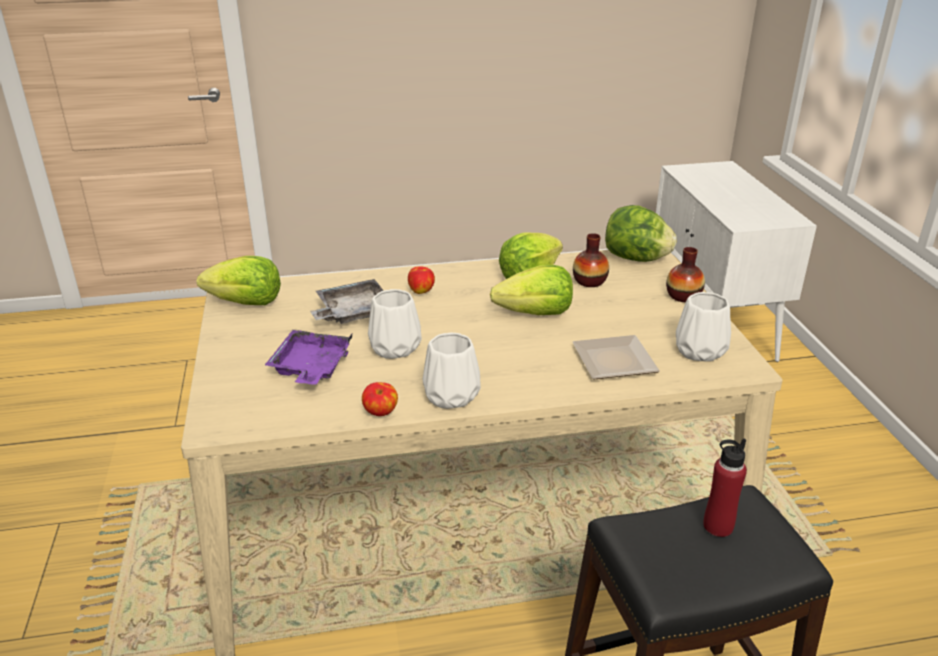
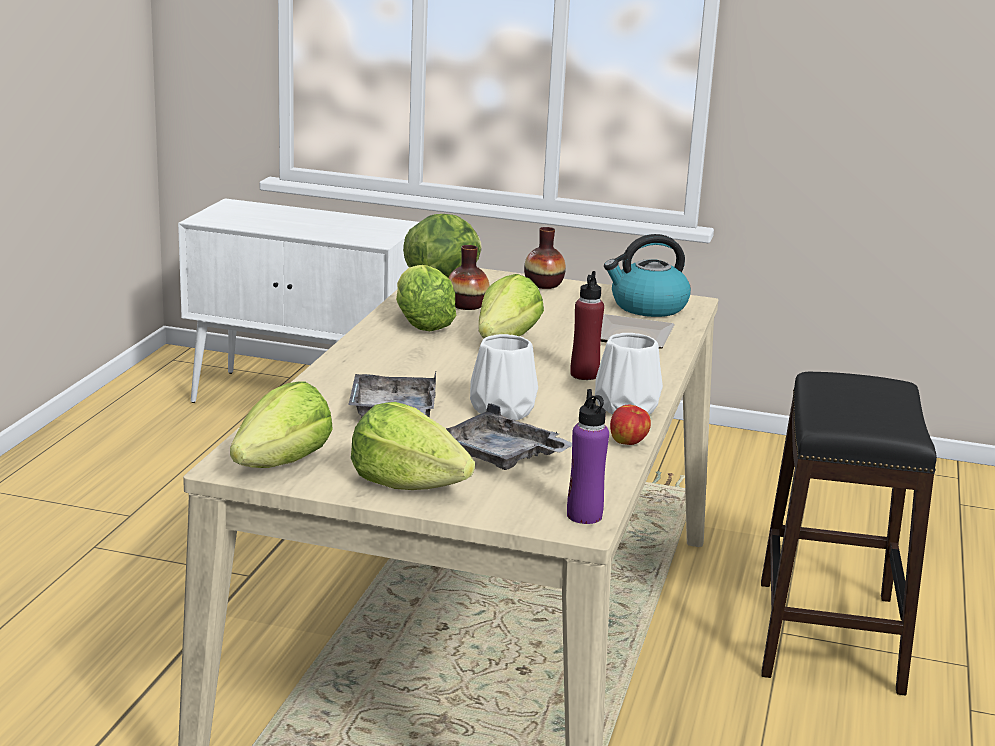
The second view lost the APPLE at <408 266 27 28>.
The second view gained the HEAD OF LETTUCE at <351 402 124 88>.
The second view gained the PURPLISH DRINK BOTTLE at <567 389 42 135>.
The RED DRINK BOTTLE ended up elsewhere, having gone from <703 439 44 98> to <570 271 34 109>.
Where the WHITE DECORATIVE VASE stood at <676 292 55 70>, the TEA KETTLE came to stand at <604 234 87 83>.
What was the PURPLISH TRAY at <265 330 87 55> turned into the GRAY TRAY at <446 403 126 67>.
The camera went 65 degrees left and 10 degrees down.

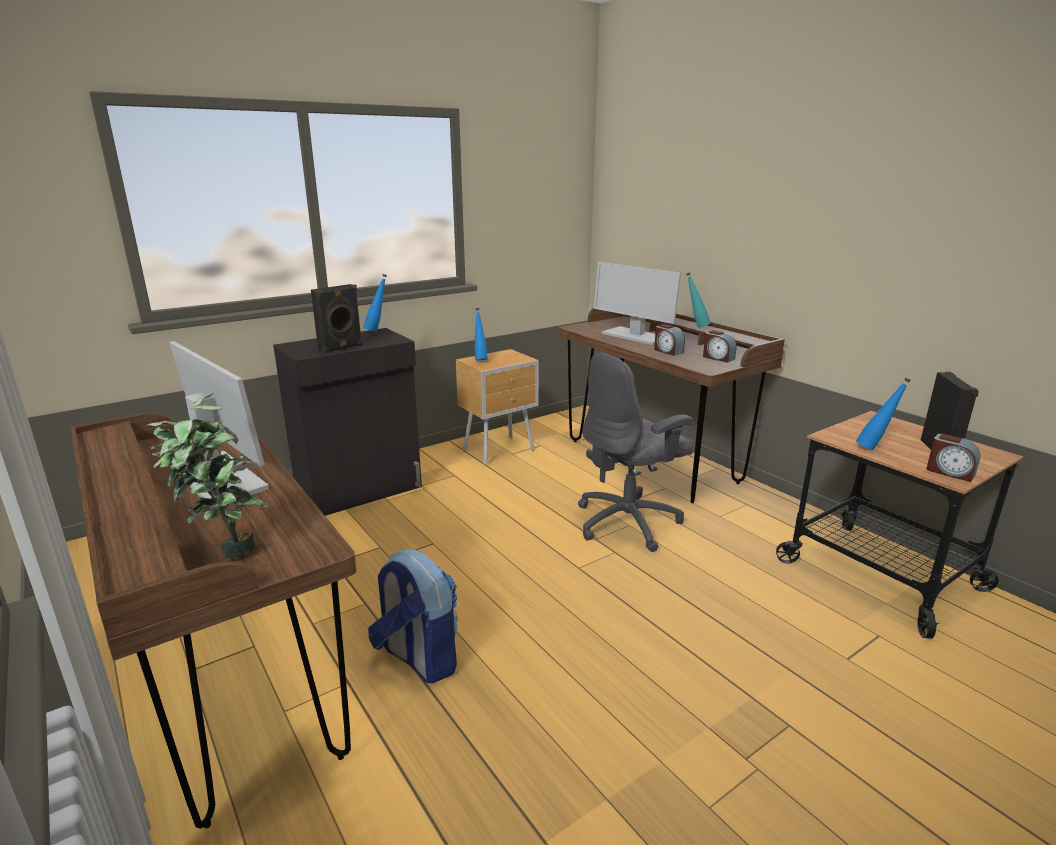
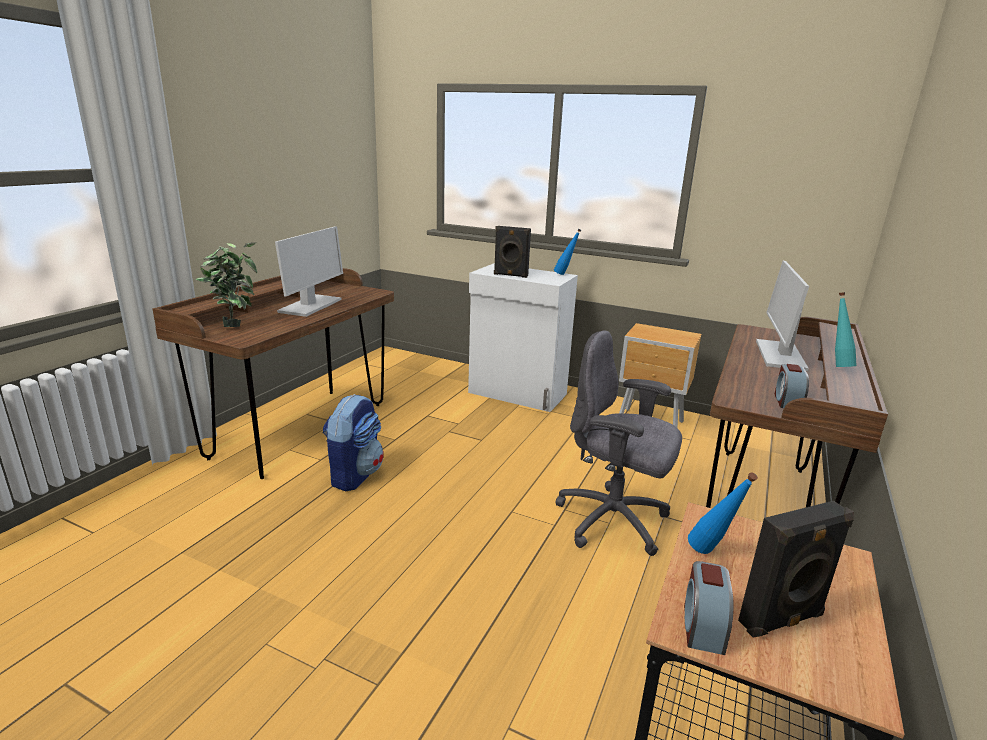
The second view lost the BLUISH DRINK BOTTLE at <475 308 13 52>.
The second view lost the BEDSIDE CLOCK at <654 324 31 32>.
What was the BLACK-COLOURED CUPBOARD at <273 328 149 188> turned into the WHITE CUPBOARD at <468 264 110 148>.
The camera went 60 degrees right and 0 degrees up.

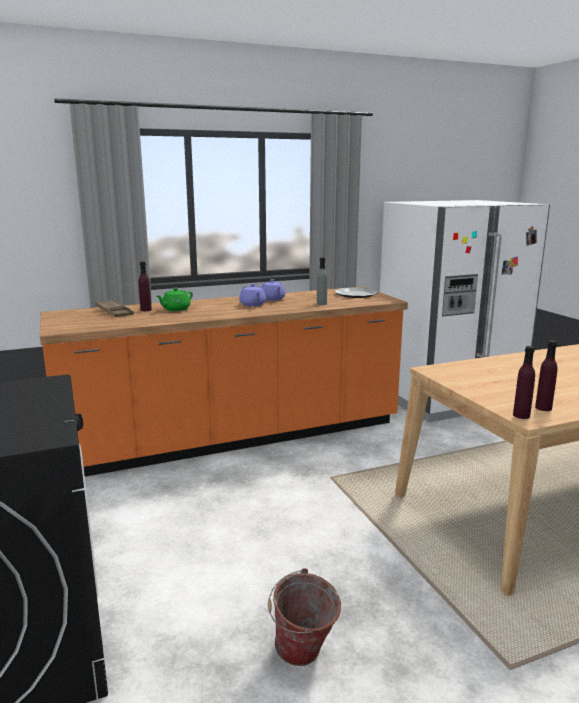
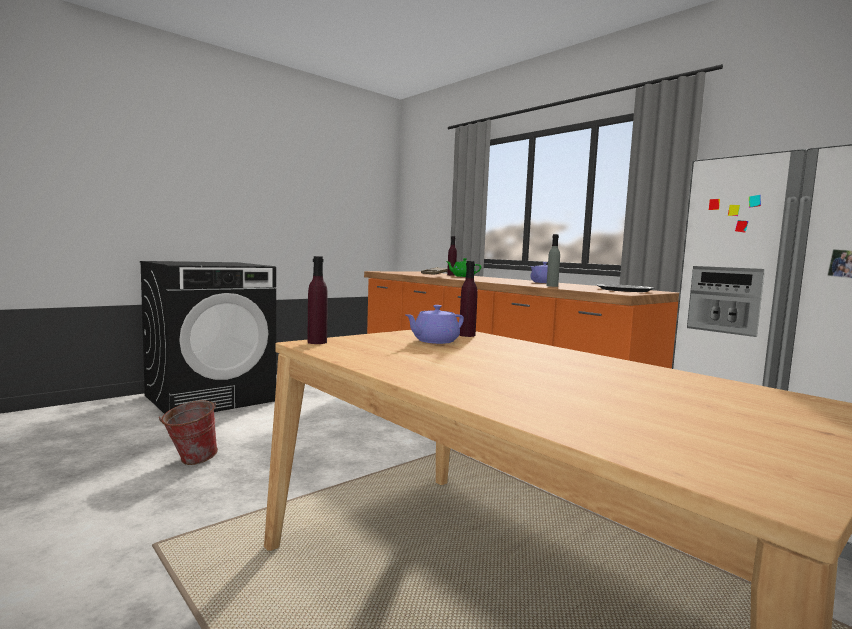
The PURPLISH TEA POT ended up elsewhere, having gone from <239 283 27 23> to <405 305 59 39>.
The PURPLISH DRINK BOTTLE ended up elsewhere, having gone from <535 340 22 71> to <459 261 18 76>.
The camera went 70 degrees right and 10 degrees down.

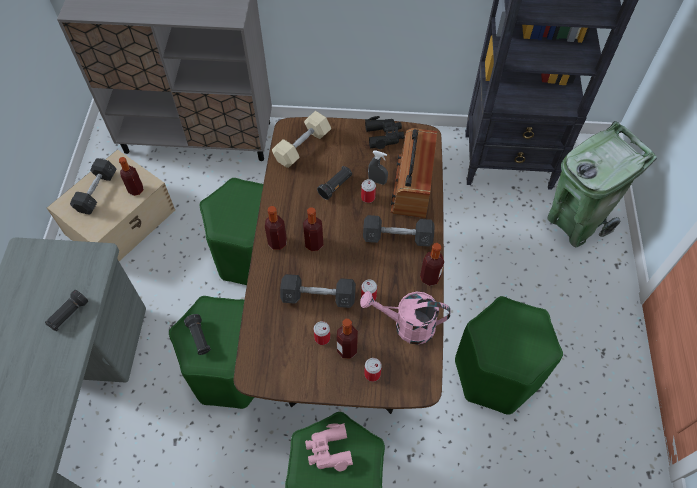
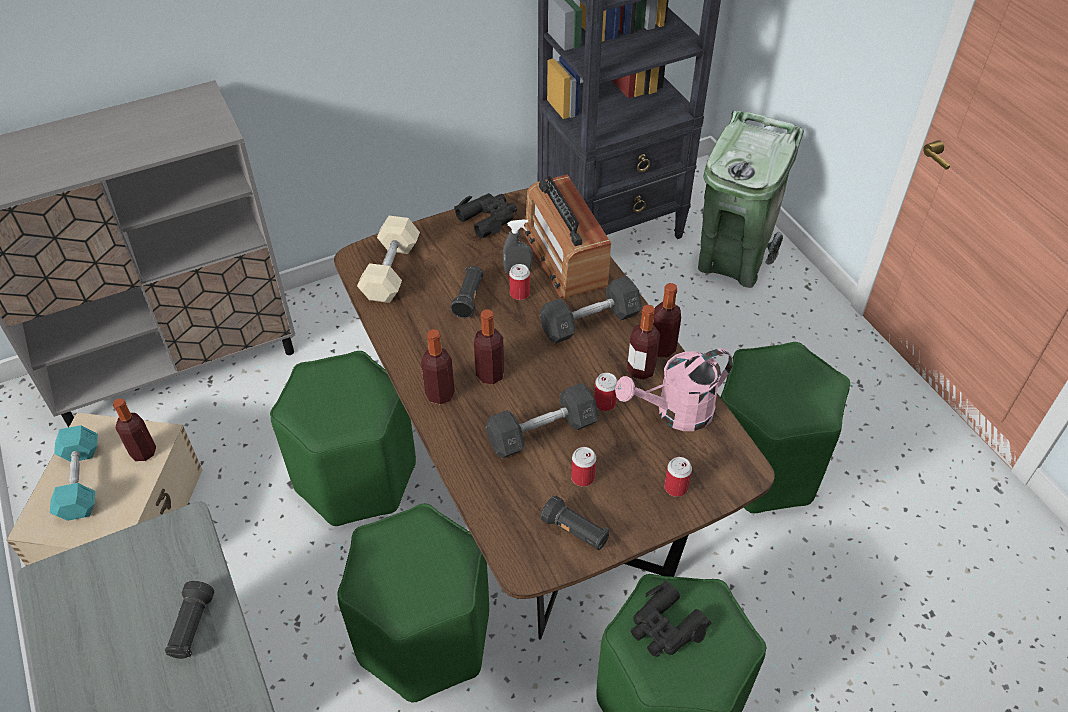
The BLACK-COLOURED TORCH ended up elsewhere, having gone from <184 314 27 41> to <541 496 68 54>.
The DRINK BOTTLE ended up elsewhere, having gone from <337 319 21 40> to <627 305 33 75>.
What was the GRAY HAND WEIGHT at <70 158 47 57> turned into the BLUE-GREEN HAND WEIGHT at <50 425 48 96>.
What was the PINK PAIR OF BINOCULARS at <305 423 48 49> turned into the BLACK-COLOURED PAIR OF BINOCULARS at <631 581 80 76>.
The camera went 30 degrees left and 10 degrees down.

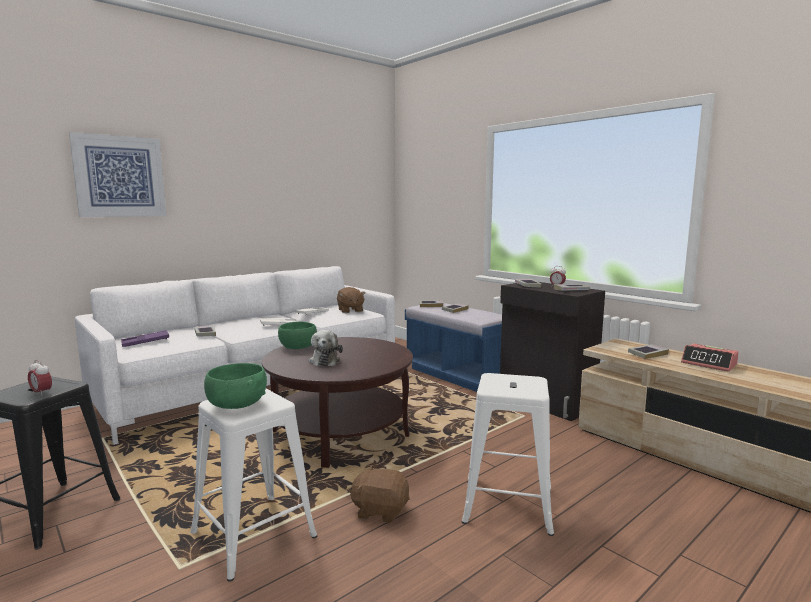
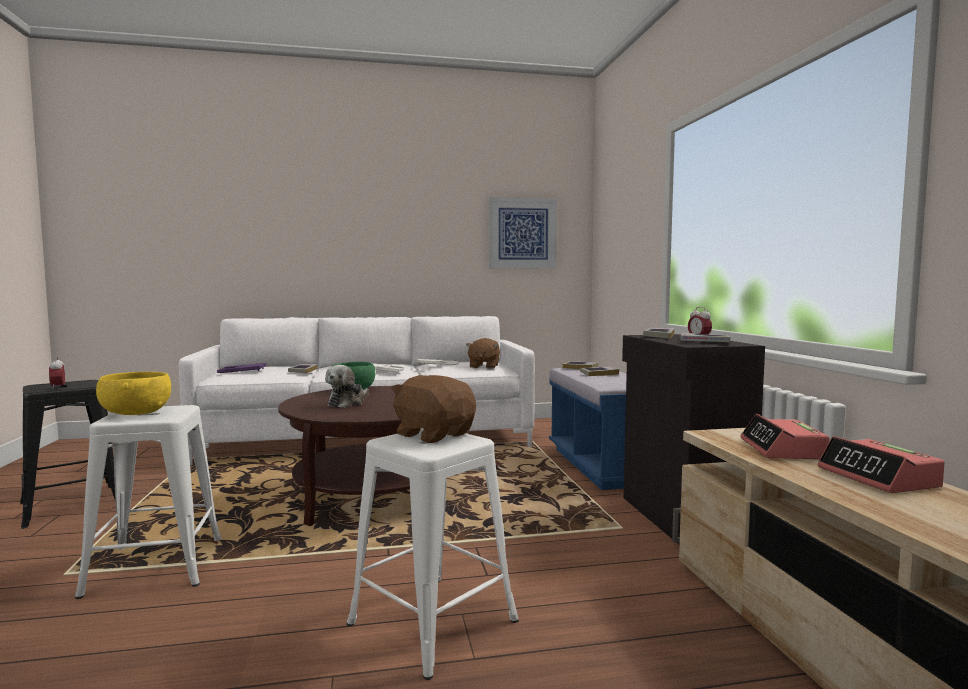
The WALL PICTURE ended up elsewhere, having gone from <69 132 97 85> to <489 197 69 72>.
The BROWN-COLOURED CUDDLY TOY ended up elsewhere, having gone from <348 466 62 57> to <391 375 85 68>.
Where the VOLUME stood at <628 344 41 15>, the BEDSIDE CLOCK came to stand at <740 414 90 45>.
What was the GREENISH SERVING BOWL at <204 363 63 46> turned into the YELLOW-COLOURED SERVING BOWL at <96 372 75 43>.
The camera went 30 degrees right and 5 degrees down.

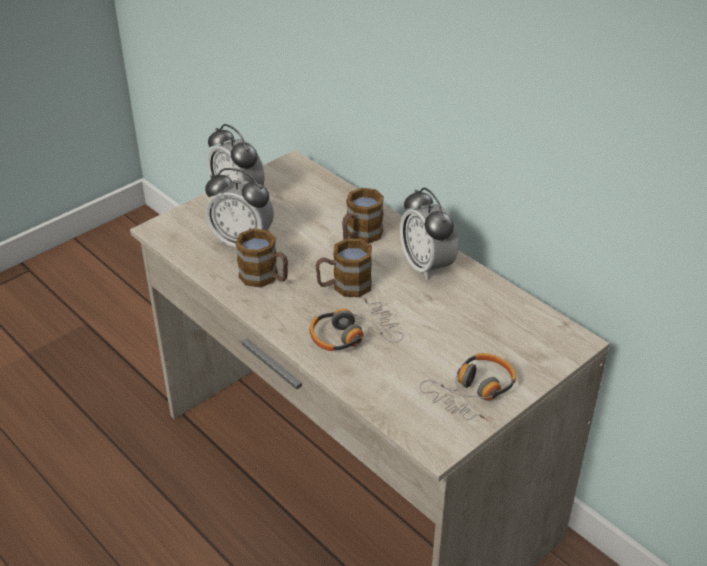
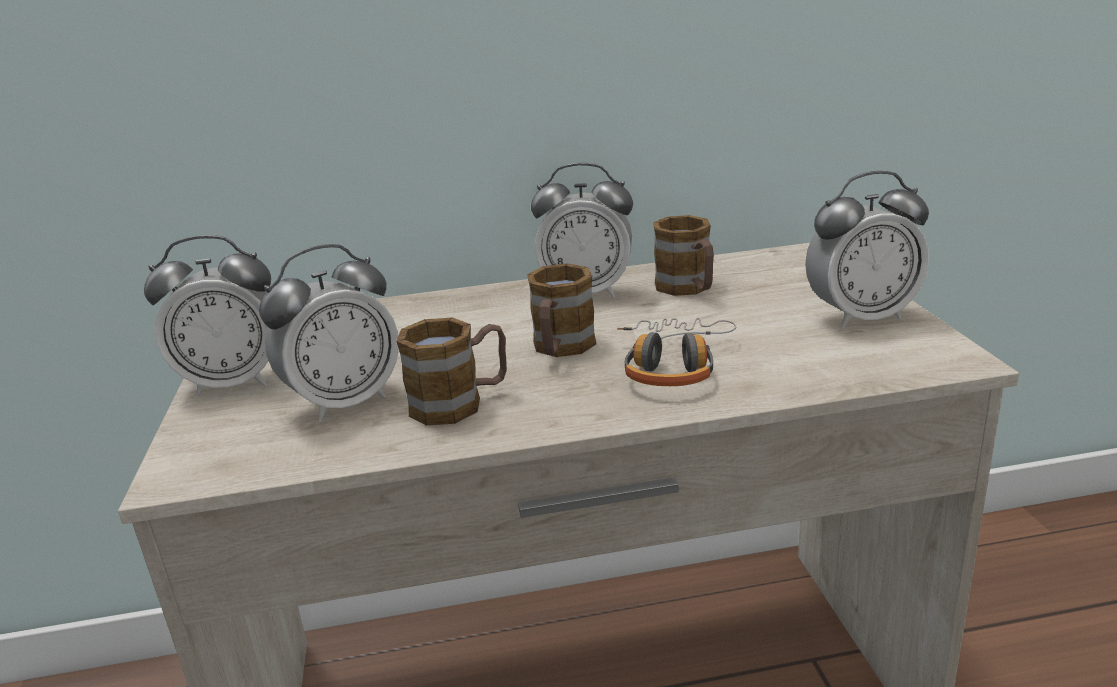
The MUG ended up elsewhere, having gone from <342 188 42 55> to <653 215 61 81>.
Where the PAIR OF HEADPHONES stood at <419 353 97 68>, the BEDSIDE CLOCK came to stand at <805 171 124 158>.
The camera went 55 degrees left and 15 degrees down.

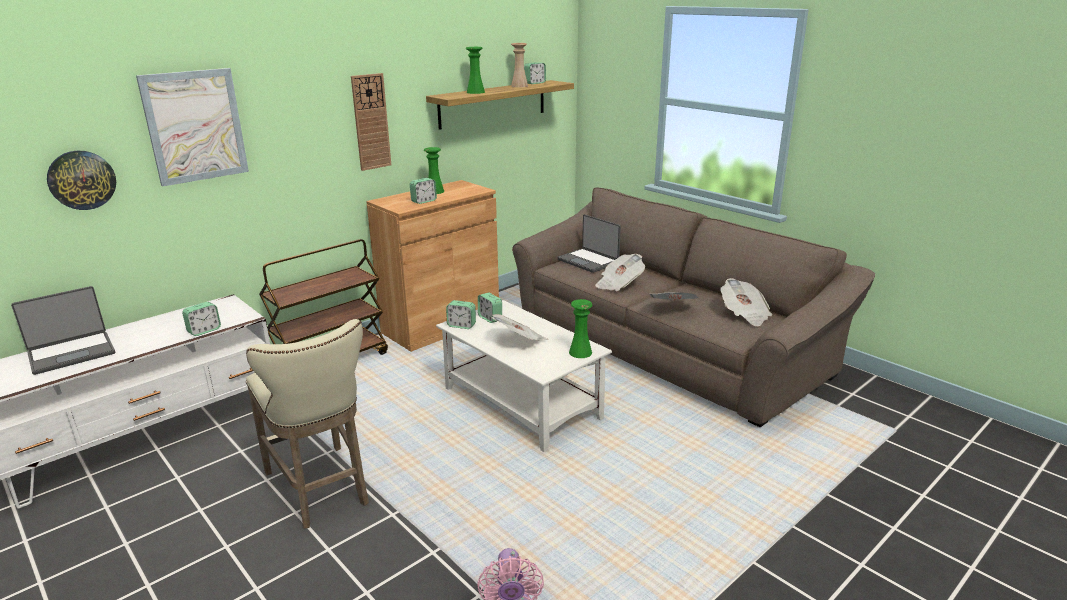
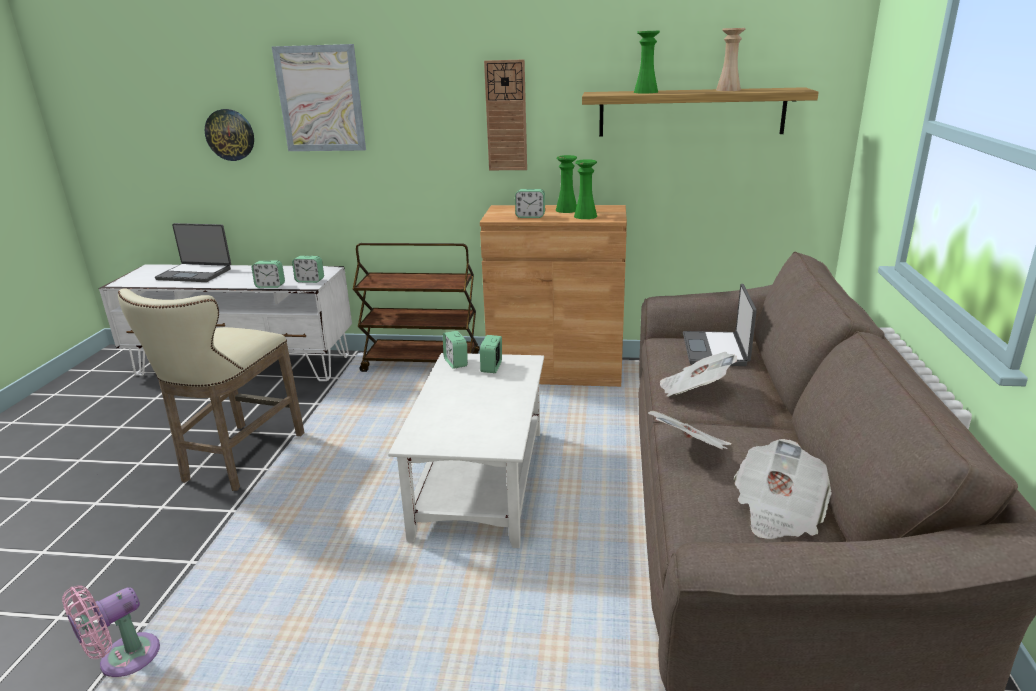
The second view lost the NEWSPAPER at <491 314 58 27>.
The BEDSIDE CLOCK ended up elsewhere, having gone from <524 62 22 22> to <292 256 32 27>.
The GREENISH DECORATIVE VASE ended up elsewhere, having gone from <569 299 23 59> to <574 159 23 60>.
The camera went 50 degrees right and 0 degrees up.

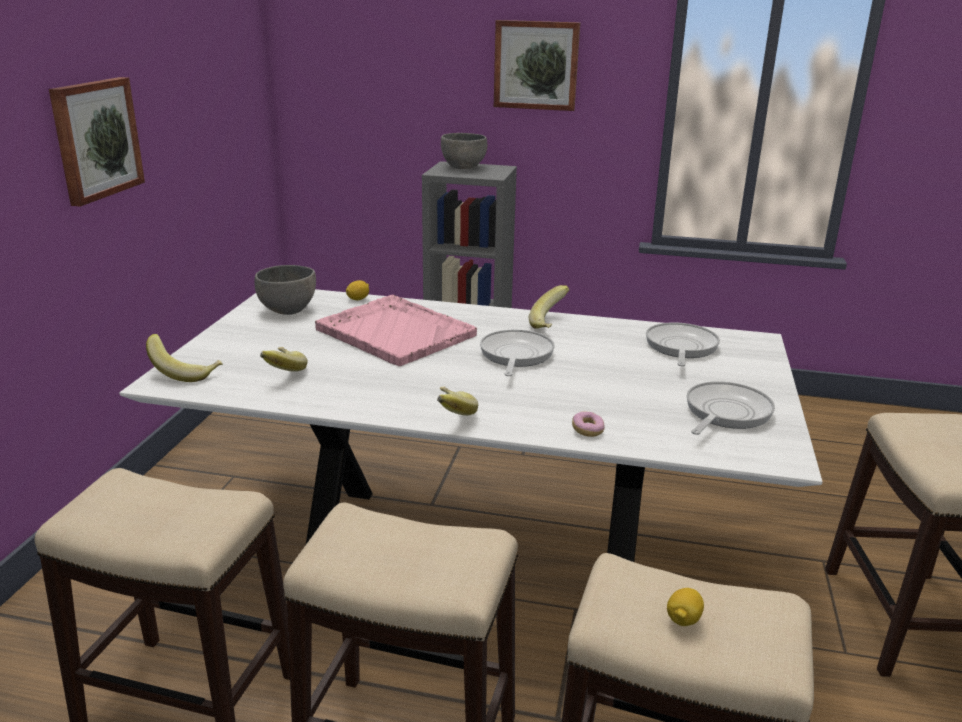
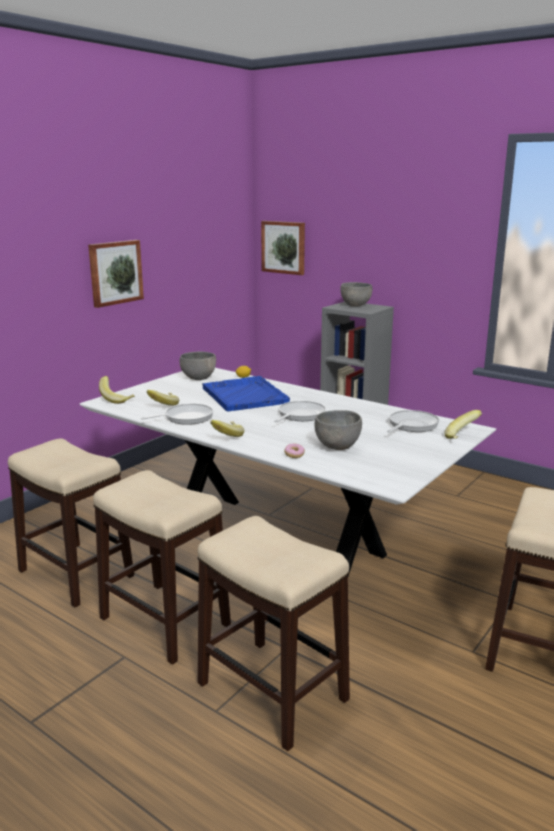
The second view lost the WHOLE LEMON at <667 588 37 38>.
The second view gained the GRAY SERVING BOWL at <315 410 47 40>.
The WALL PICTURE ended up elsewhere, having gone from <494 20 86 91> to <261 221 44 54>.
The BANANA FRUIT ended up elsewhere, having gone from <529 285 40 44> to <445 410 37 29>.
The SKILLET ended up elsewhere, having gone from <687 381 88 54> to <141 404 73 21>.
What was the PINK TRAY at <315 295 162 71> turned into the BLUISH TRAY at <202 376 88 35>.
The camera went 25 degrees right and 5 degrees down.

